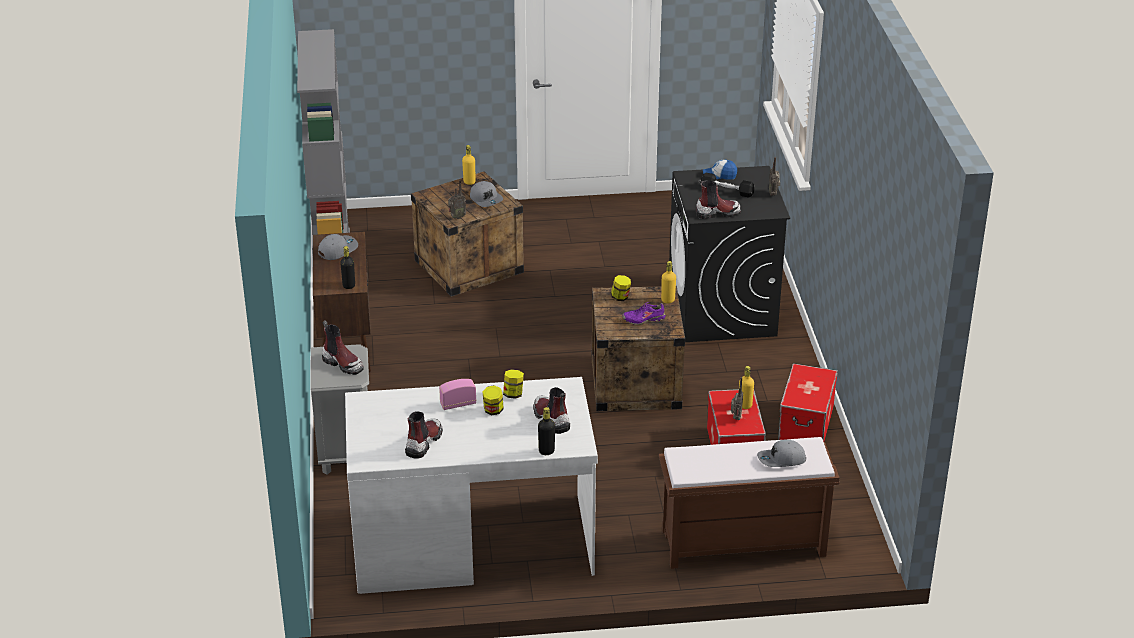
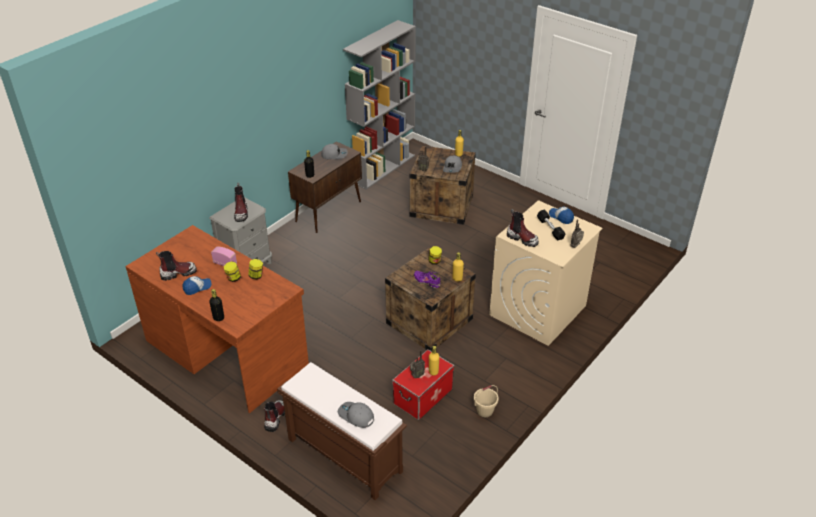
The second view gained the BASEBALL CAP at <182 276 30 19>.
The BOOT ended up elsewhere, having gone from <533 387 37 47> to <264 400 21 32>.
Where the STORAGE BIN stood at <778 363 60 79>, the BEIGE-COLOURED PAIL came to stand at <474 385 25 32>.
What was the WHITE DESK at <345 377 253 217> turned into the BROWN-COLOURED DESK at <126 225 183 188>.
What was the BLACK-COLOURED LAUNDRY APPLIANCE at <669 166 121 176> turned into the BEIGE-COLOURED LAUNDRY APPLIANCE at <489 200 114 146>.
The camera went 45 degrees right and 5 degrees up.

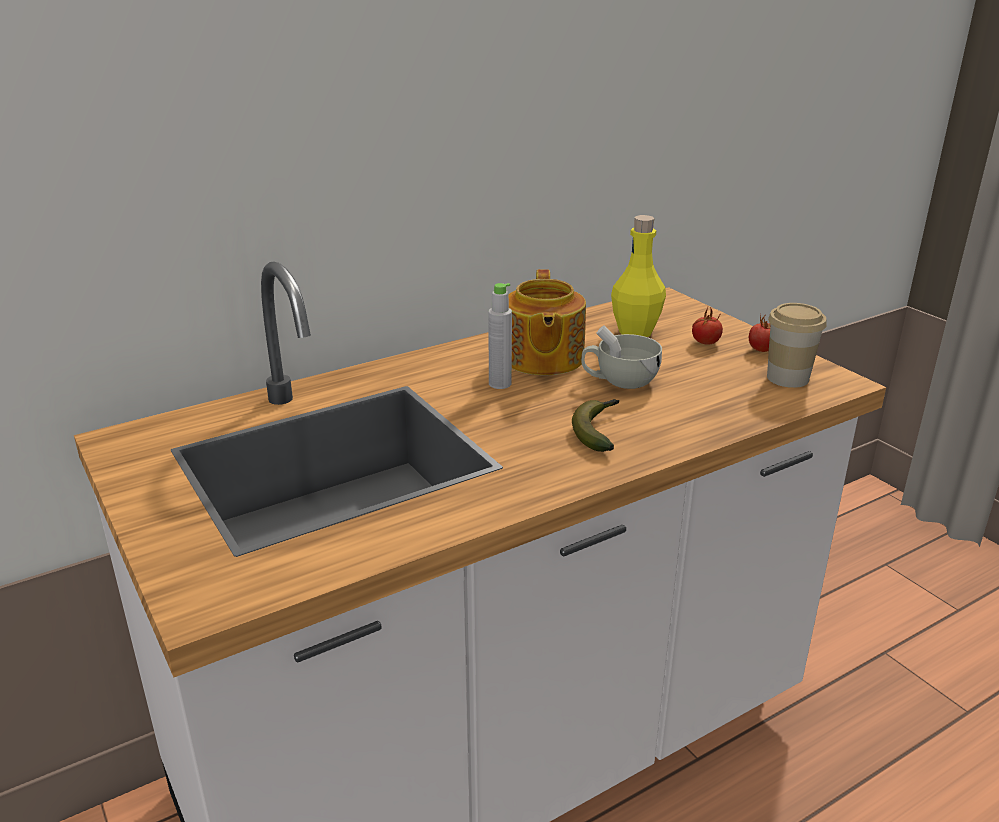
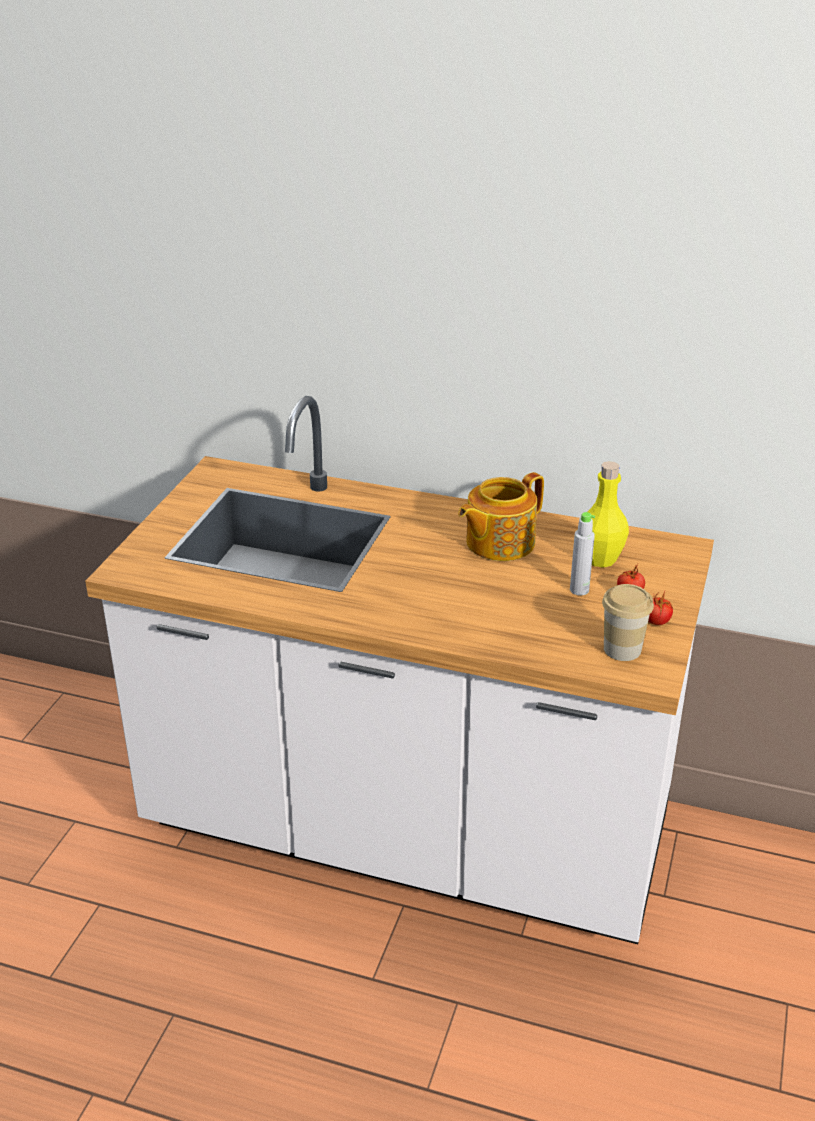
The second view lost the BANANA FRUIT at <572 399 47 53>.
The second view lost the WHITE DRINKING CUP at <582 325 80 64>.
The GRAY DRINK BOTTLE ended up elsewhere, having gone from <488 283 24 106> to <570 512 25 84>.
The camera went 50 degrees right and 5 degrees up.

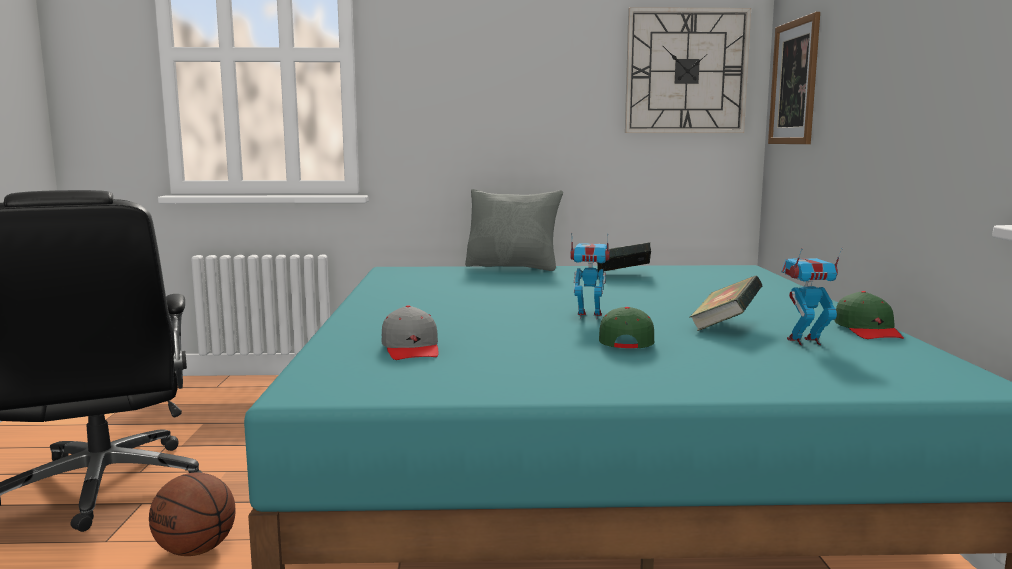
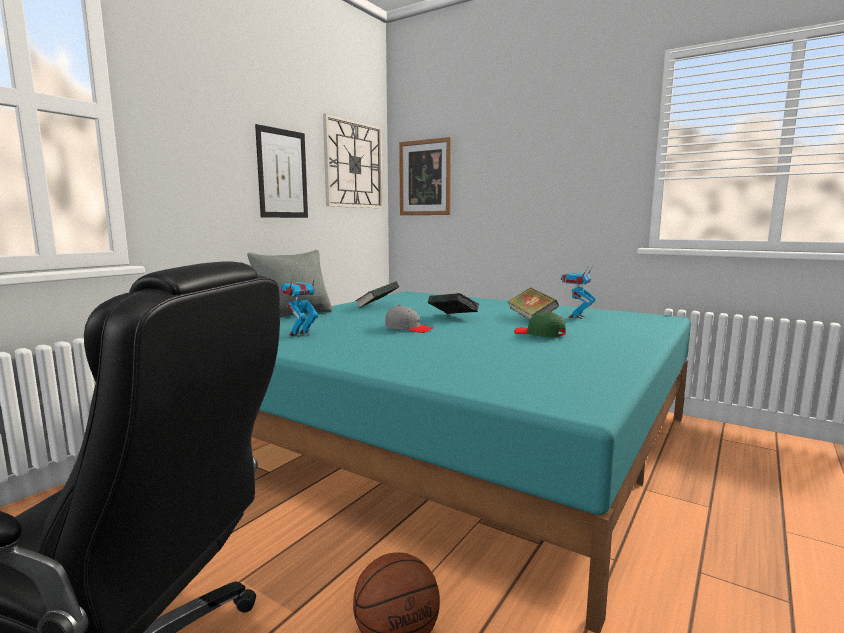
The second view lost the GREENISH BASEBALL CAP at <834 291 70 48>.
The second view gained the WALL PICTURE at <255 124 53 94>.
The second view gained the VOLUME at <428 293 52 21>.
The GRAY BASEBALL CAP ended up elsewhere, having gone from <381 305 58 55> to <385 305 49 28>.
The MODEL ROBOT ended up elsewhere, having gone from <570 233 40 86> to <280 274 38 63>.
The camera went 55 degrees left and 0 degrees up.

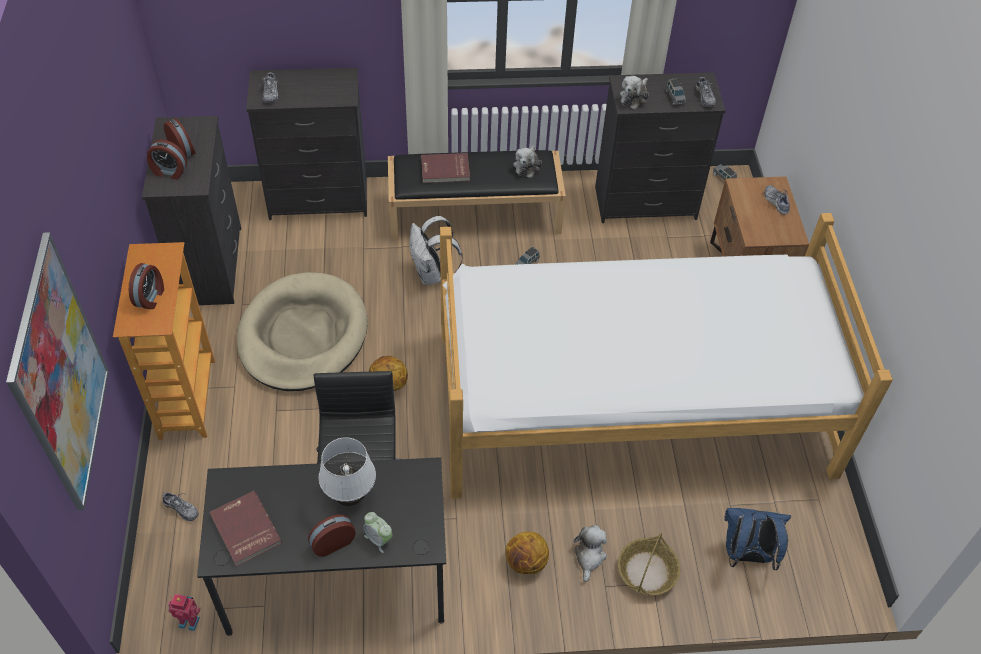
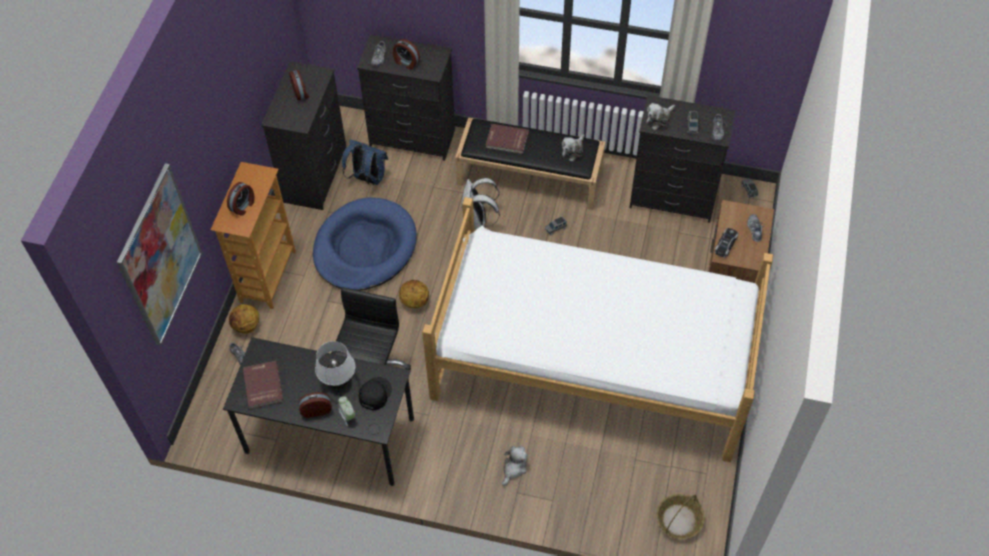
The second view lost the MODEL ROBOT at <168 594 33 37>.
The second view gained the BLACK-COLOURED BASEBALL CAP at <359 377 33 33>.
The second view gained the MODEL CAR at <715 228 23 29>.
The BEDSIDE CLOCK ended up elsewhere, having gone from <147 140 40 40> to <393 39 27 30>.
The BASKETBALL BALL ended up elsewhere, having gone from <506 532 43 42> to <229 304 30 30>.
The STORAGE BASKET ended up elsewhere, having gone from <618 533 62 62> to <656 494 49 45>.
The BLUISH RUCKSACK ended up elsewhere, having gone from <724 508 67 62> to <342 140 46 45>.
What was the BEIGE-COLOURED DOG BED at <237 272 131 119> turned into the BLUISH DOG BED at <313 197 104 94>.
The camera went 20 degrees right and 5 degrees up.

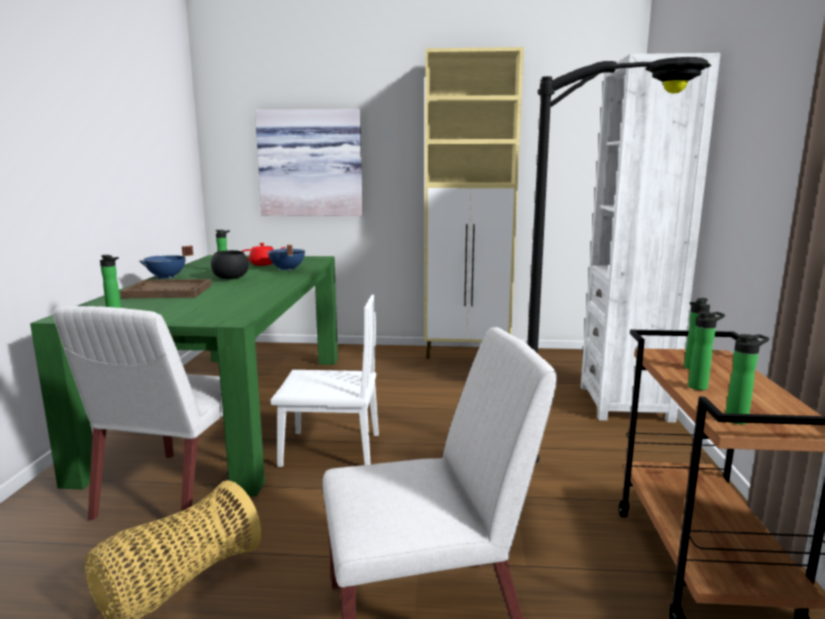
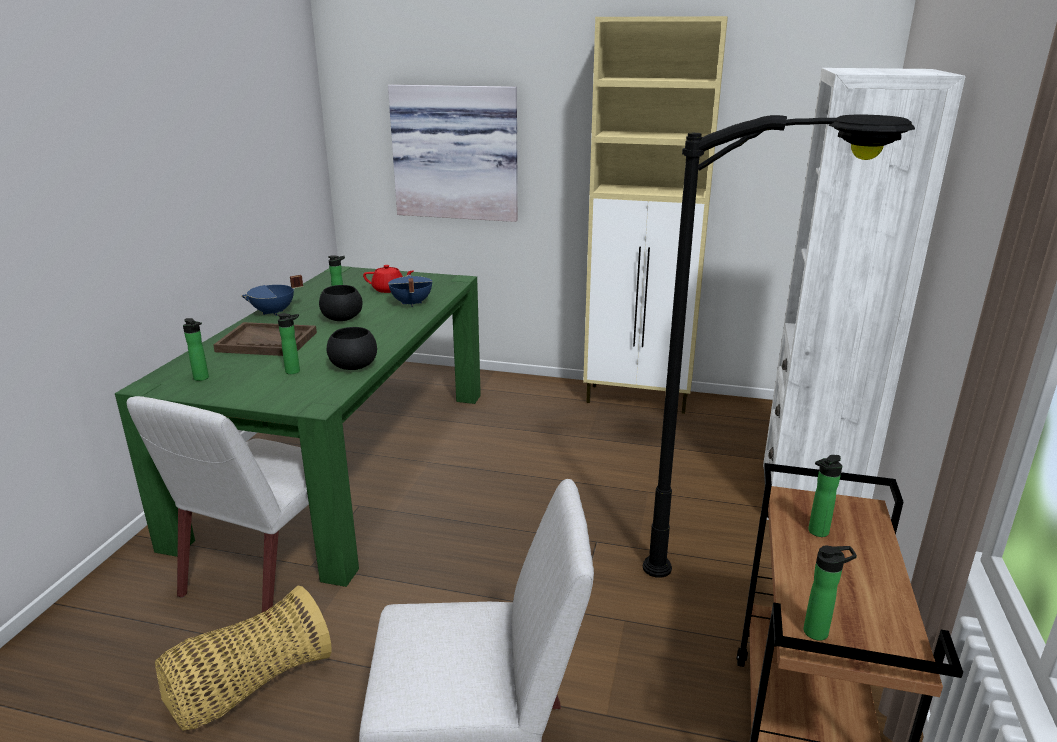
The second view lost the WHITE UPRIGHT CHAIR at <271 295 108 172>.
The second view gained the BLACK-COLOURED SERVING BOWL at <326 327 51 43>.
The DRINK BOTTLE ended up elsewhere, having gone from <688 311 37 79> to <277 313 23 61>.
The camera went 10 degrees right and 10 degrees up.

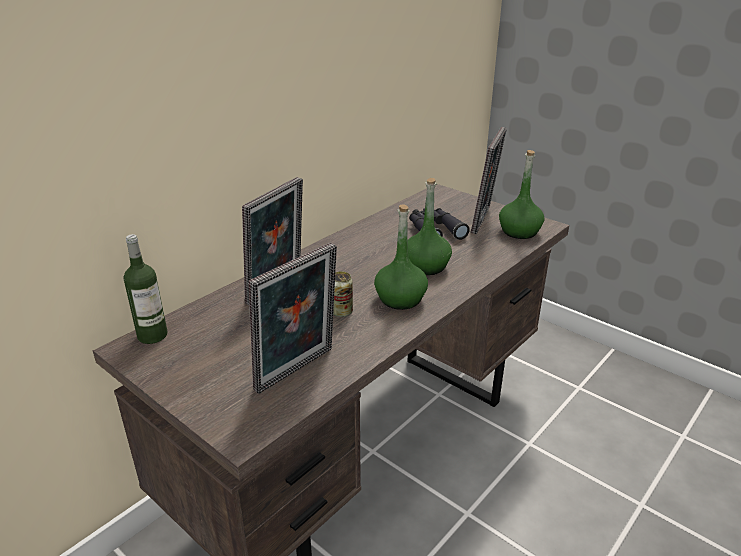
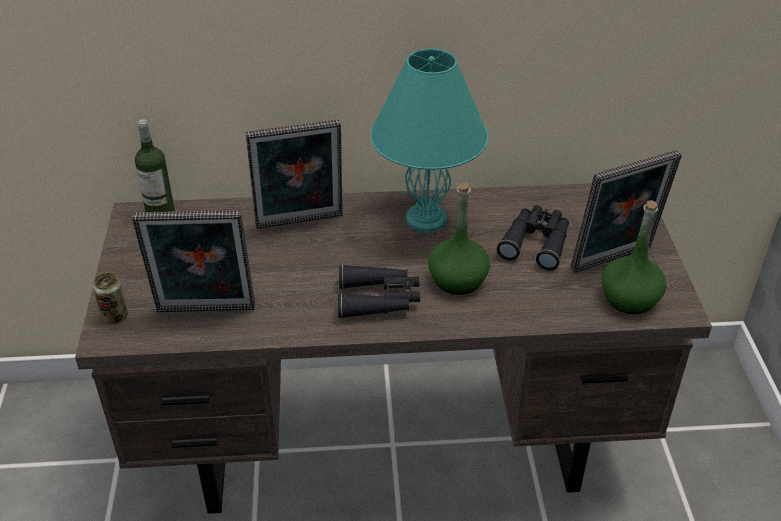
The second view gained the BLUE-GREEN LAMP FOR A TABLE at <370 48 118 184>.
The CAN ended up elsewhere, having gone from <333 272 20 45> to <93 273 35 51>.
Where the GREENISH DRINK BOTTLE stood at <374 204 54 106>, the BLACK-COLOURED PAIR OF BINOCULARS came to stand at <338 264 82 55>.
The camera went 45 degrees right and 10 degrees up.

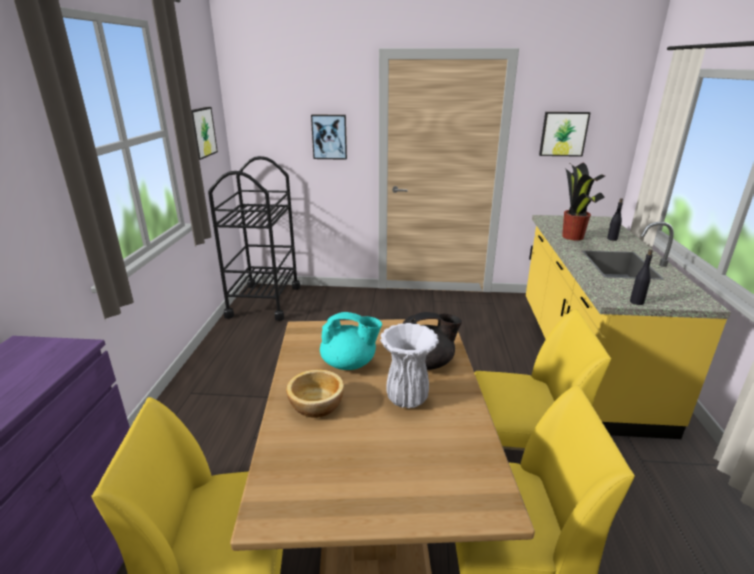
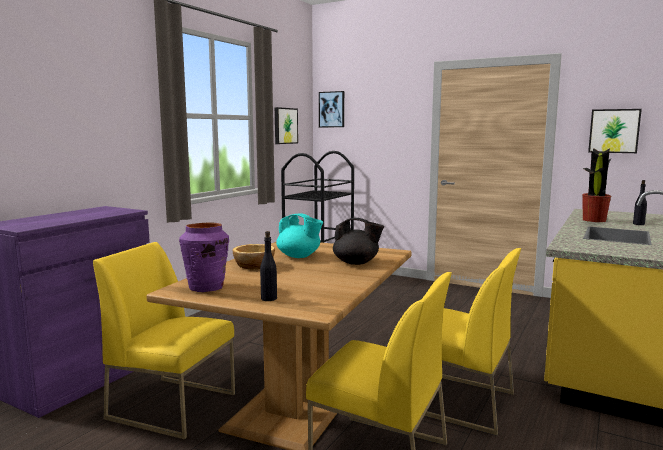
The second view lost the WHITE DECORATIVE VASE at <380 323 59 85>.
The second view gained the PURPLISH DECORATIVE VASE at <179 223 50 69>.
The WALL PICTURE ended up elsewhere, having gone from <311 114 36 46> to <319 91 25 36>.
The BLACK-COLOURED DRINK BOTTLE ended up elsewhere, having gone from <630 249 23 56> to <260 231 17 70>.
The camera went 25 degrees right and 15 degrees down.

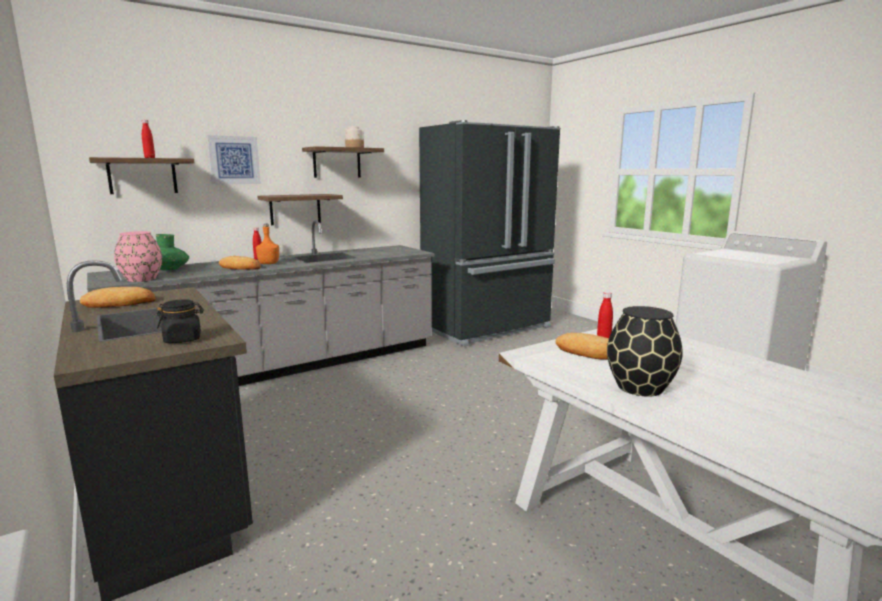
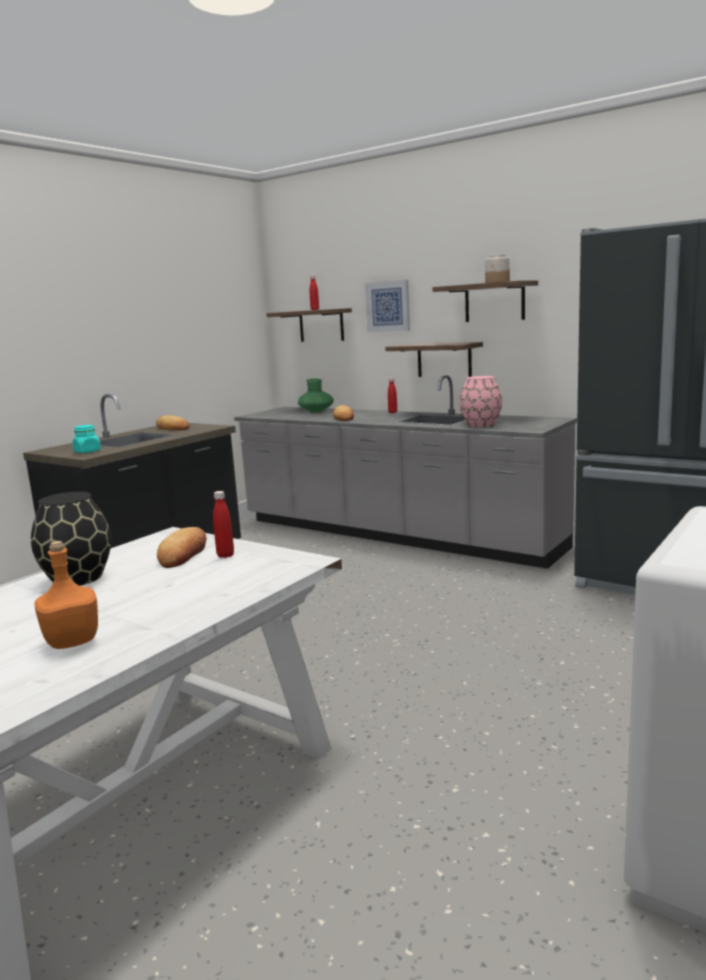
The PINK DECORATIVE VASE ended up elsewhere, having gone from <114 231 48 51> to <459 376 43 51>.
The ORANGE-COLOURED DRINK BOTTLE ended up elsewhere, having gone from <256 224 23 40> to <34 541 64 108>.
What was the BLACK-COLOURED JAR at <157 299 47 44> turned into the BLUE-GREEN JAR at <73 425 28 28>.
The camera went 70 degrees right and 0 degrees up.

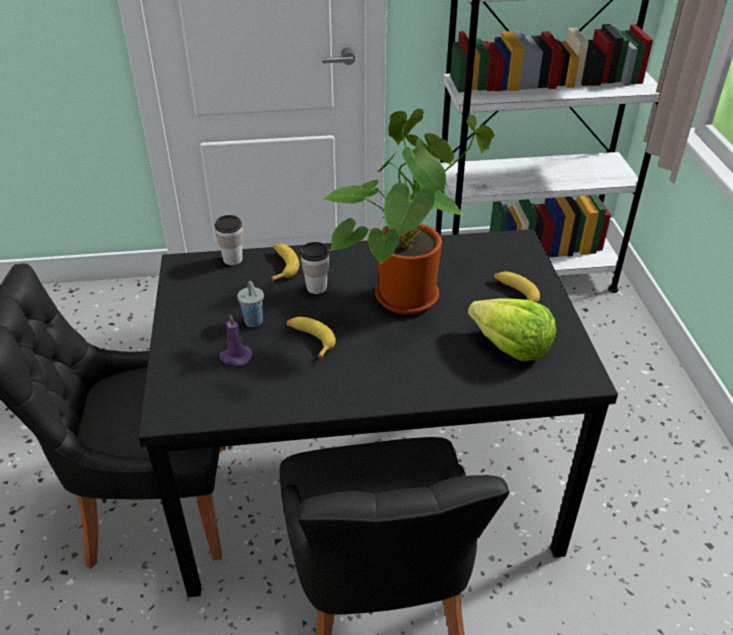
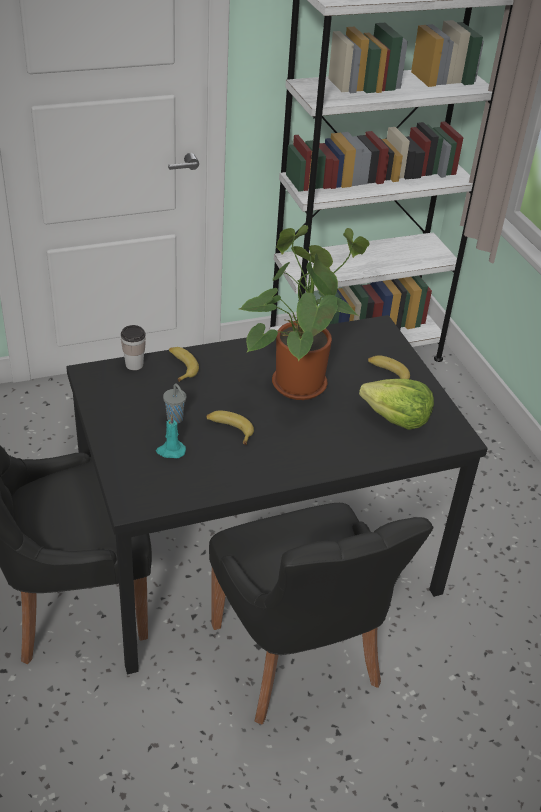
The second view lost the DRINKING CUP at <300 242 30 52>.
What was the PURPLISH WAX LIGHT at <219 315 34 51> turned into the BLUE-GREEN WAX LIGHT at <156 415 30 43>.
The camera went 15 degrees left and 0 degrees up.

